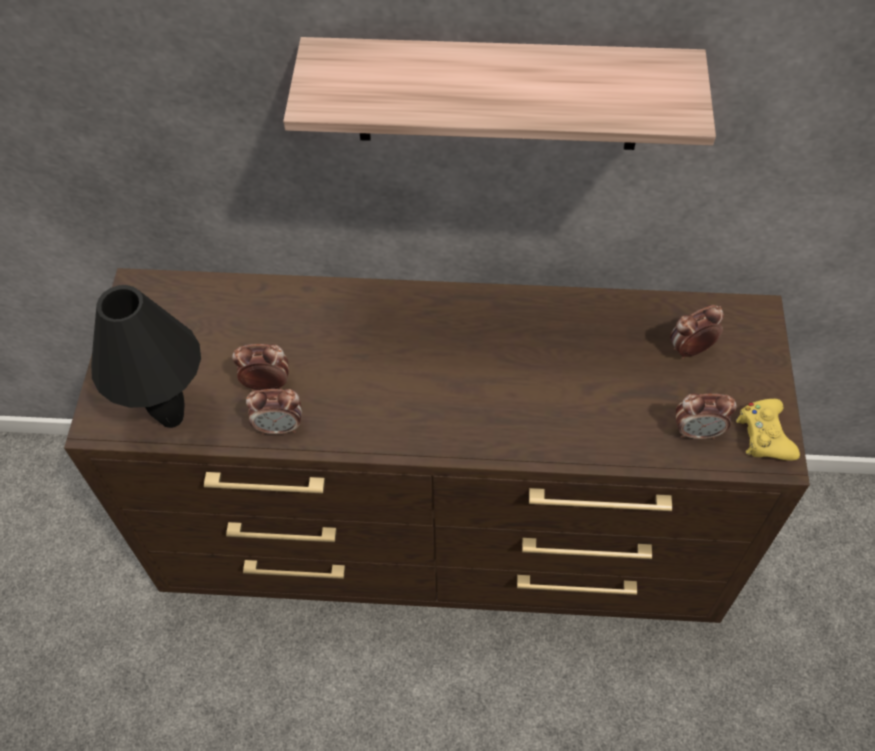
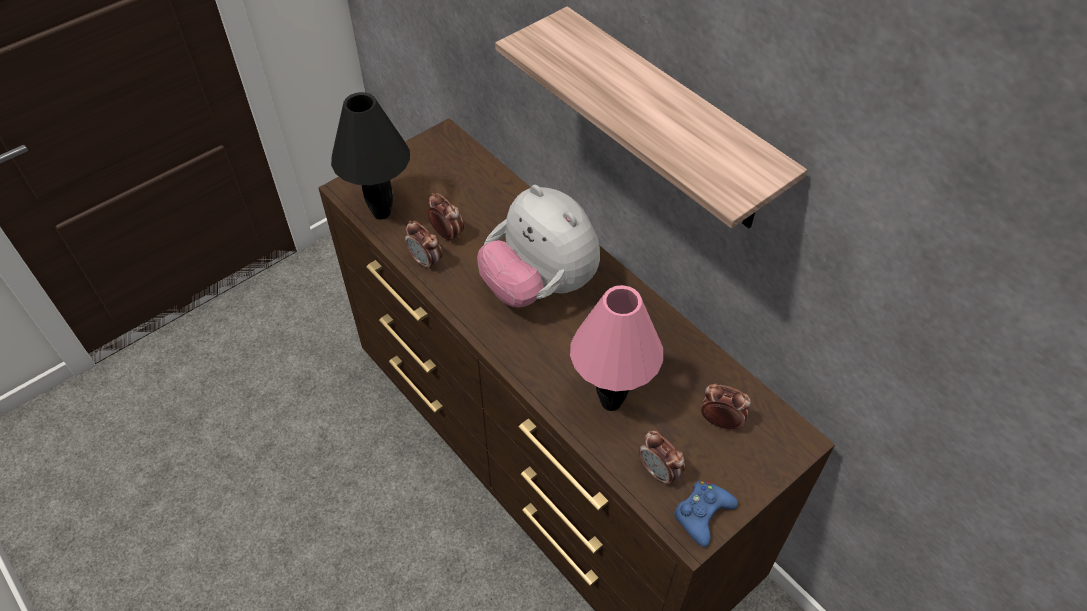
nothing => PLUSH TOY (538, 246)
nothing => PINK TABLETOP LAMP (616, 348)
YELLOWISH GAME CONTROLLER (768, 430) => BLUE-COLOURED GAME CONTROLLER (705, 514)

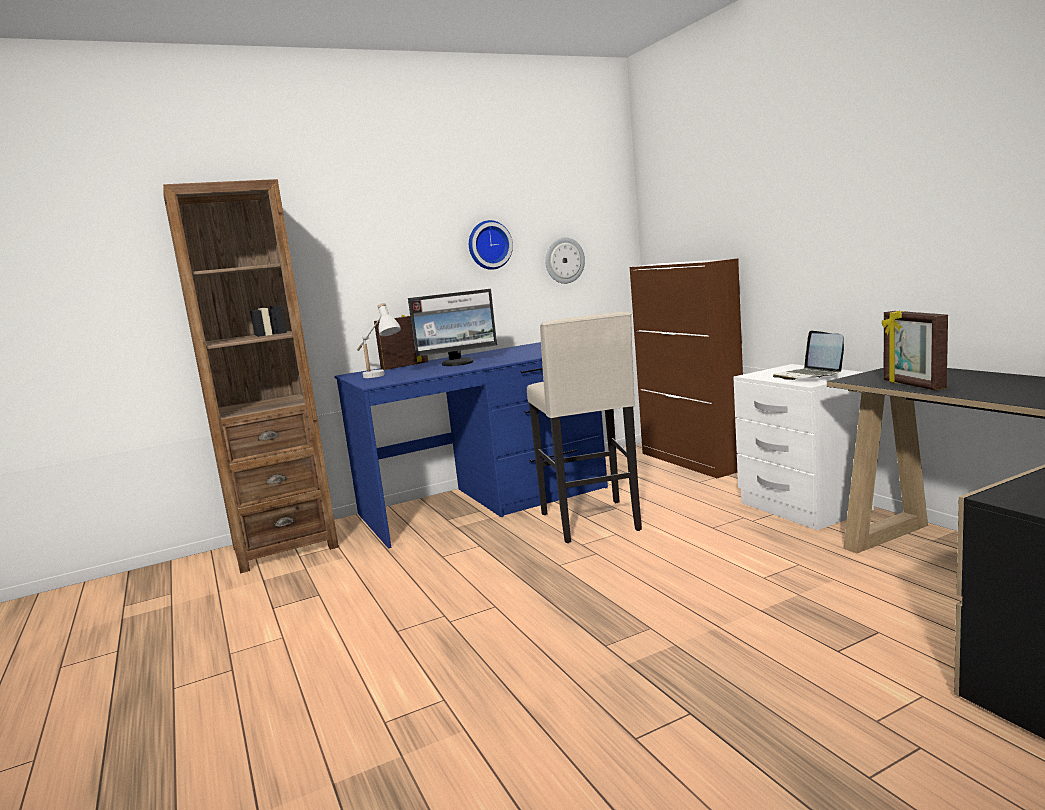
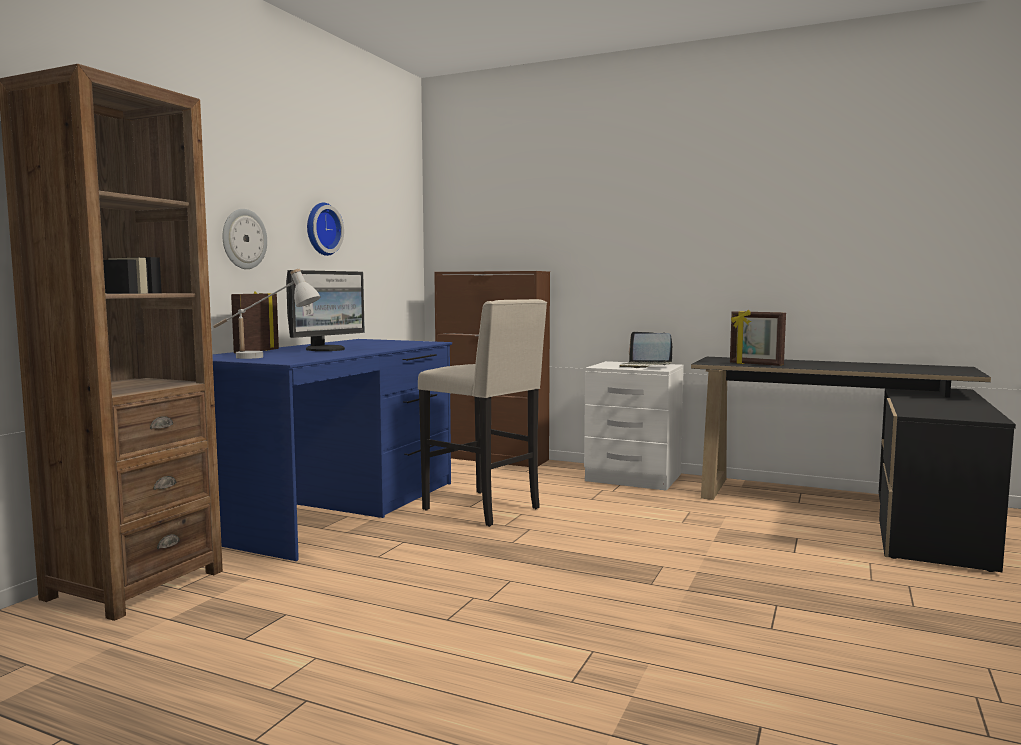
WALL CLOCK (565, 260) => WALL CLOCK (244, 239), moved

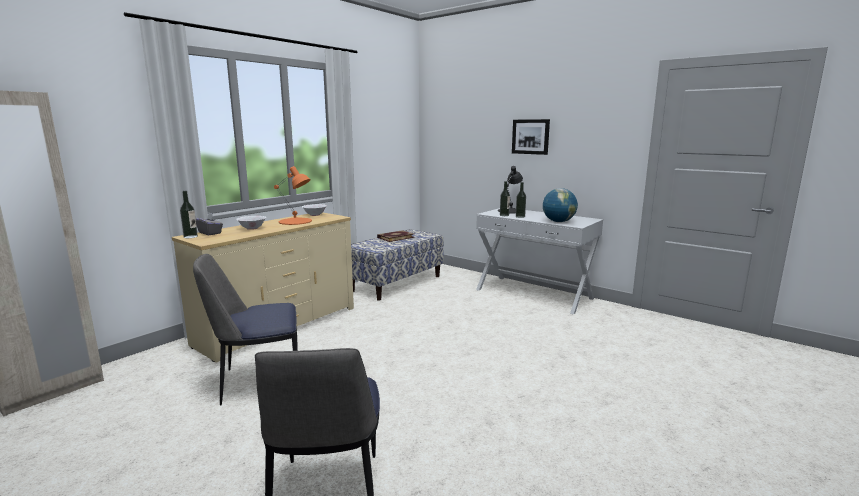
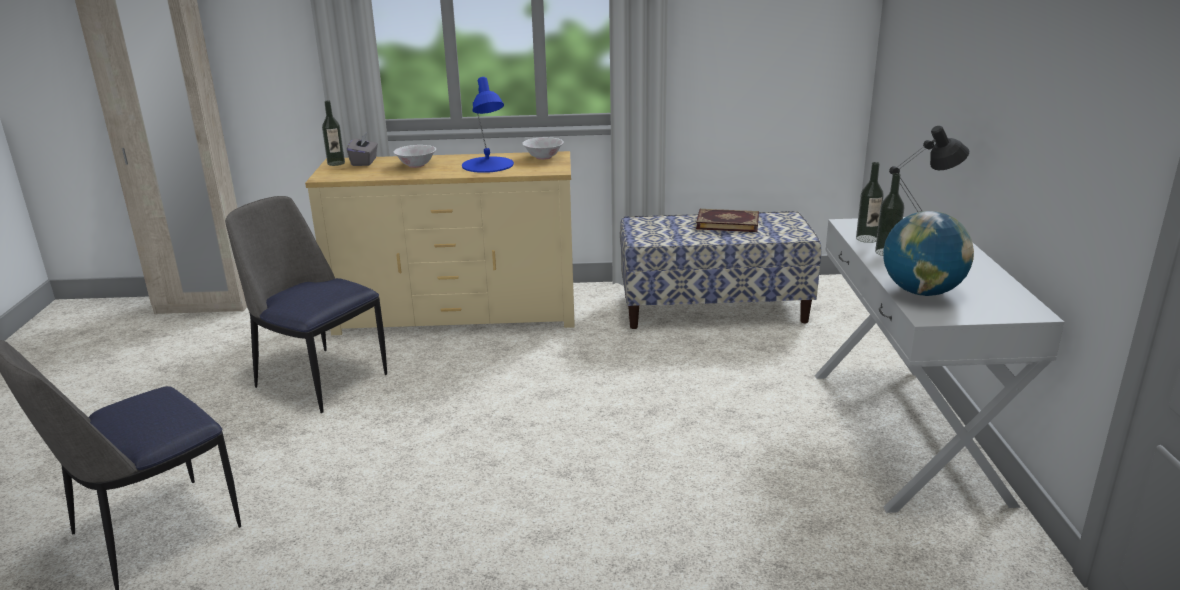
WALL PICTURE (531, 137) => nothing
ORANGEY TABLETOP LAMP (293, 195) => BLUE-COLOURED TABLETOP LAMP (488, 125)

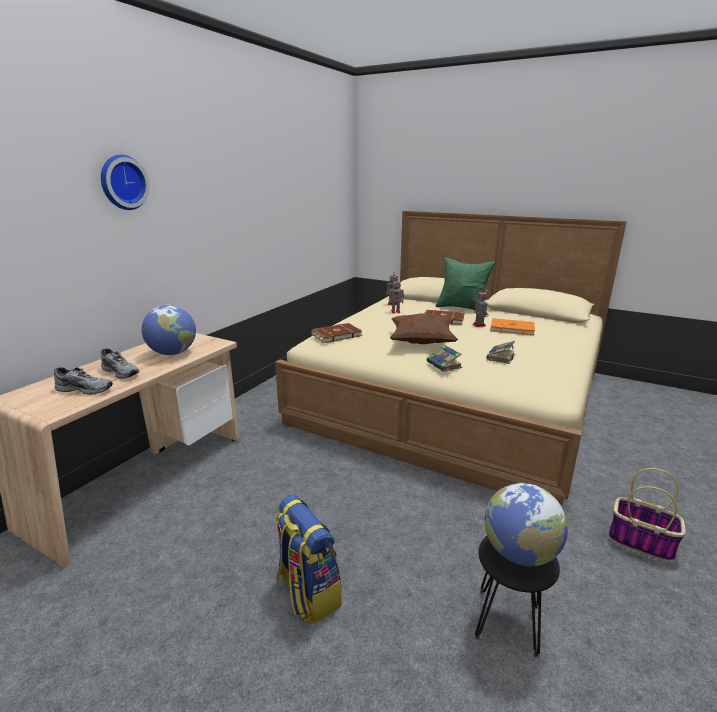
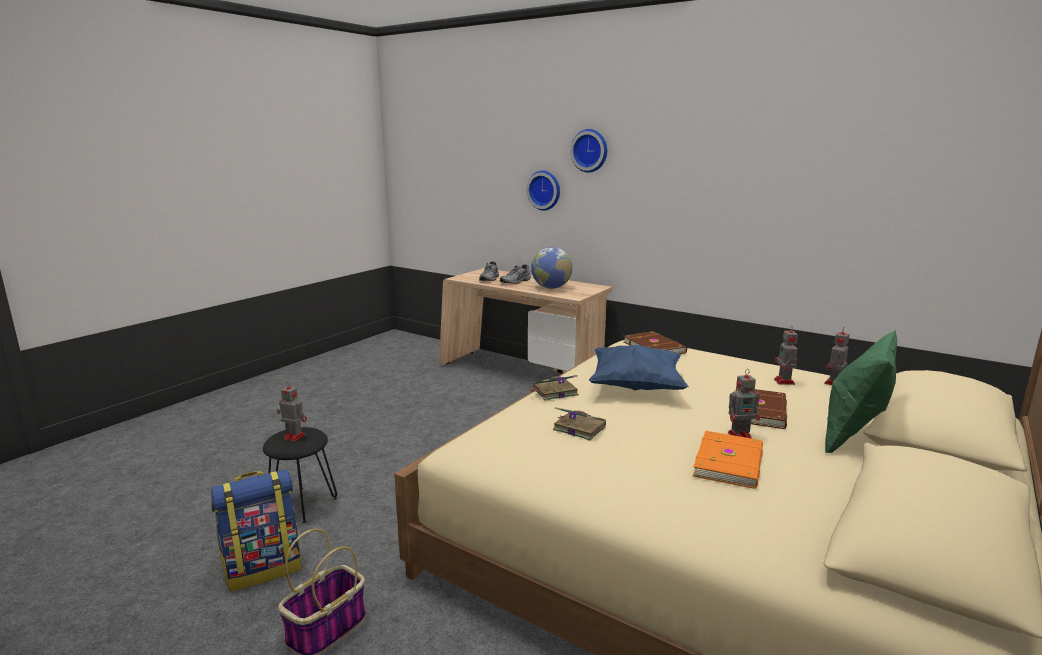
nothing => WALL CLOCK (543, 190)
RUCKSACK (308, 560) => RUCKSACK (256, 530), moved
WORLD GLOBE (526, 524) => ROBOT FIGURE (292, 411)
BROWNISH THROW PILLOW (424, 328) => BLUE-COLOURED THROW PILLOW (639, 368)

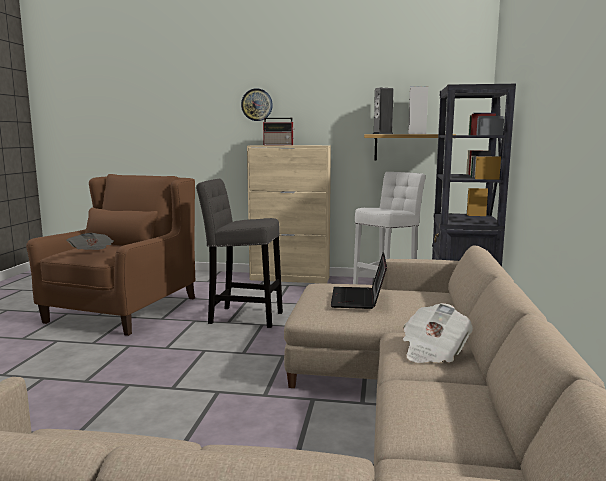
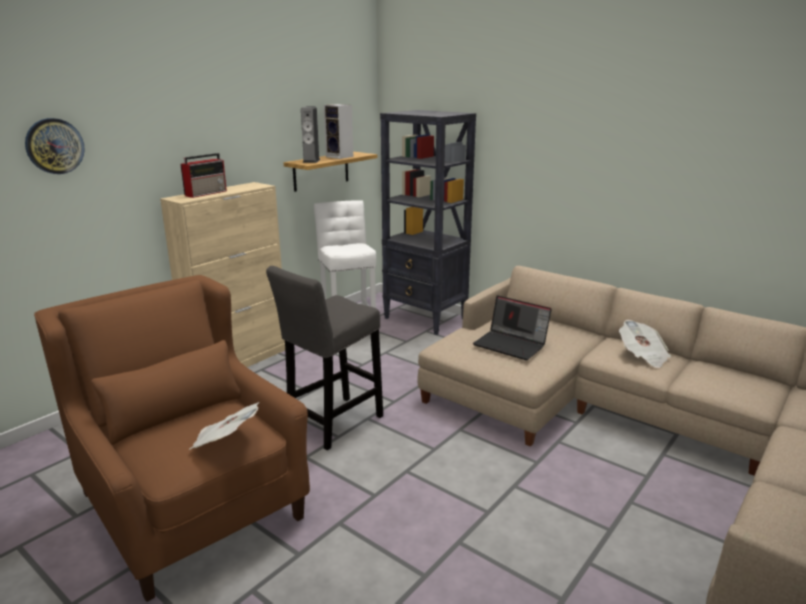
WALL CLOCK (257, 104) => WALL CLOCK (55, 146), moved

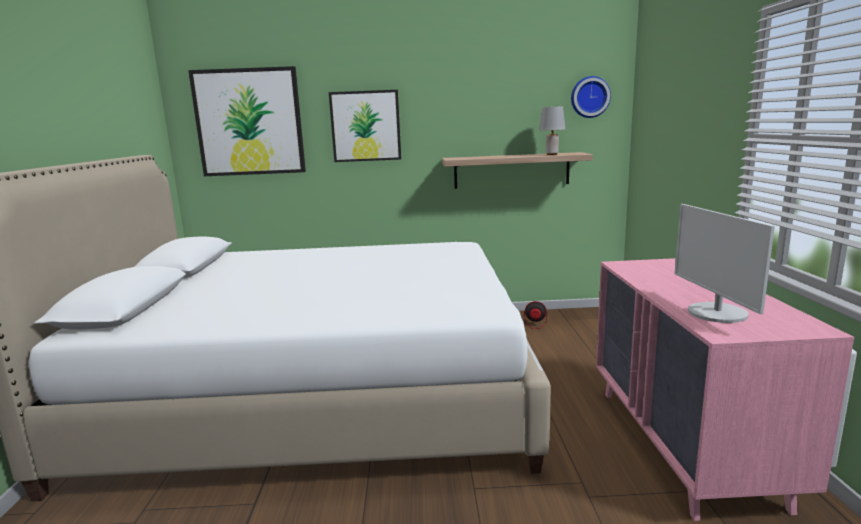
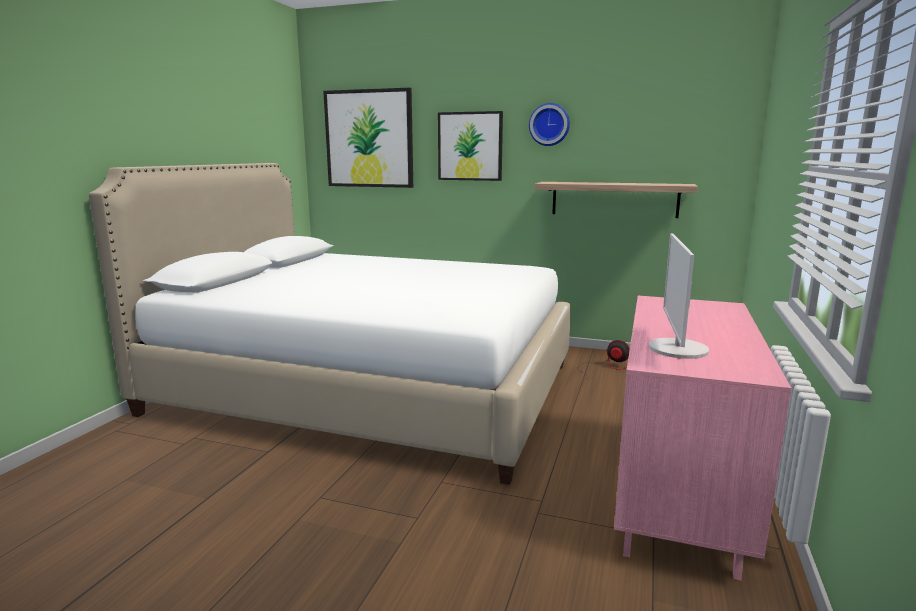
GRAY TABLETOP LAMP (552, 130) => nothing
WALL CLOCK (591, 97) => WALL CLOCK (549, 124), moved

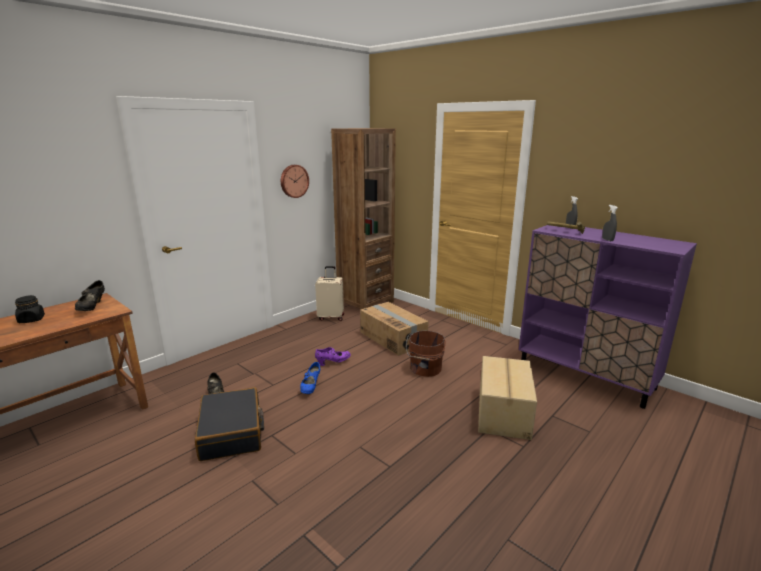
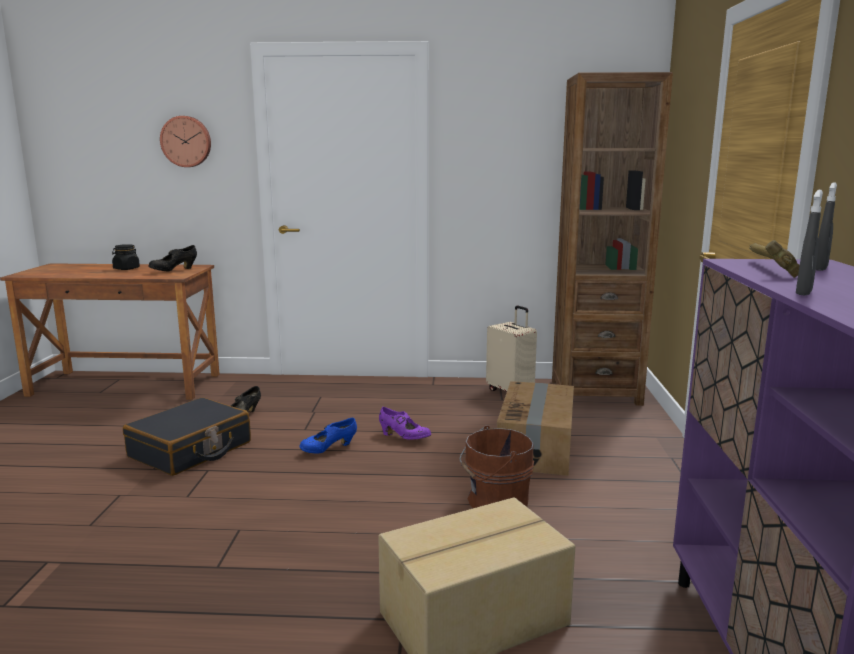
WALL CLOCK (295, 181) => WALL CLOCK (185, 141), moved

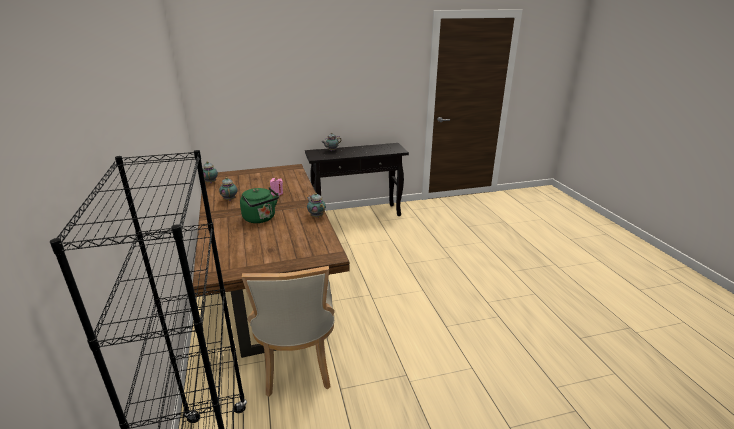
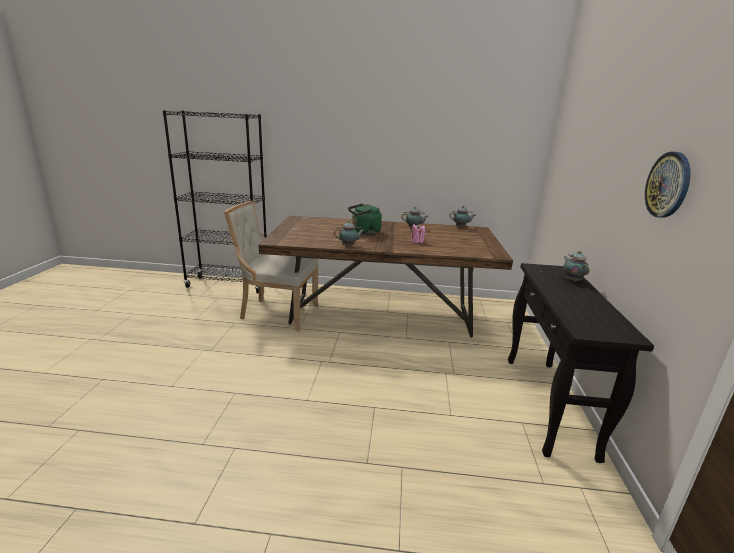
nothing => WALL CLOCK (668, 185)

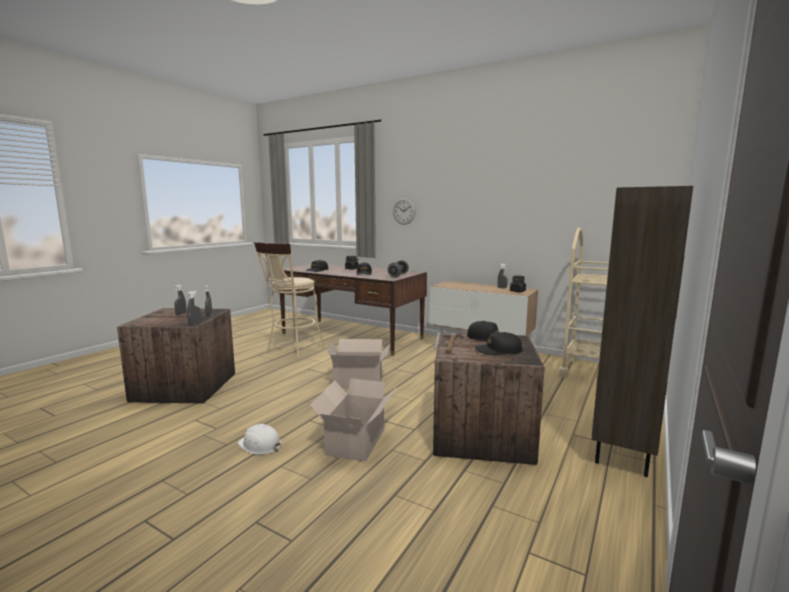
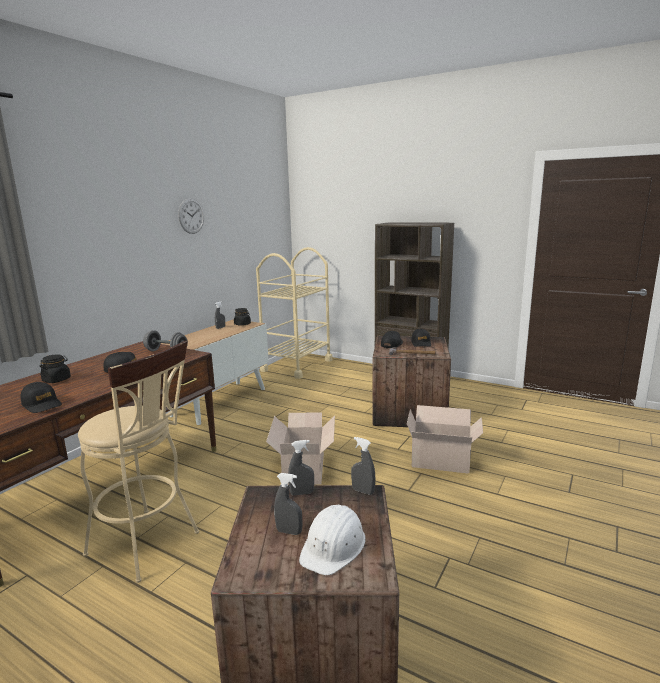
WHITE SAFETY HELMET (259, 439) => WHITE SAFETY HELMET (332, 540), moved
WALL CLOCK (404, 211) => WALL CLOCK (191, 216), moved

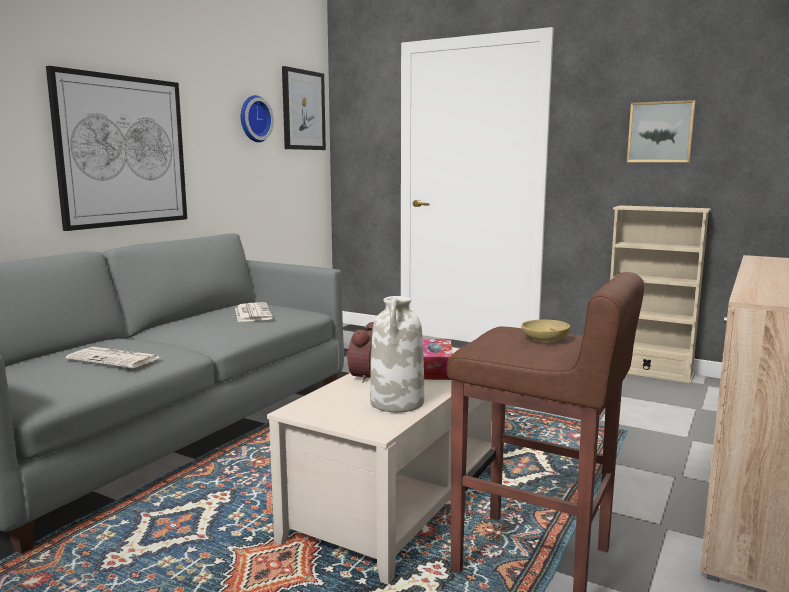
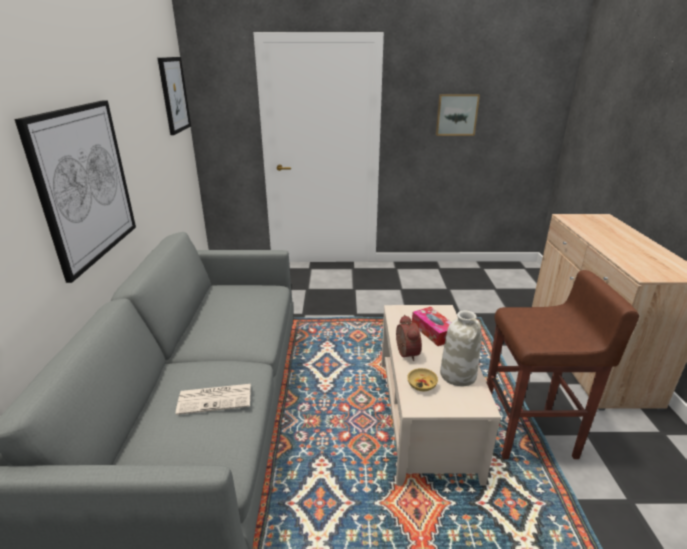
PRINTED PAPER (254, 312) => nothing
WALL CLOCK (257, 118) => nothing
SAND-COLOURED BOOKSHELF (660, 294) => nothing
SAND-COLOURED SERVING BOWL (545, 330) => SAND-COLOURED SERVING BOWL (422, 379), moved

